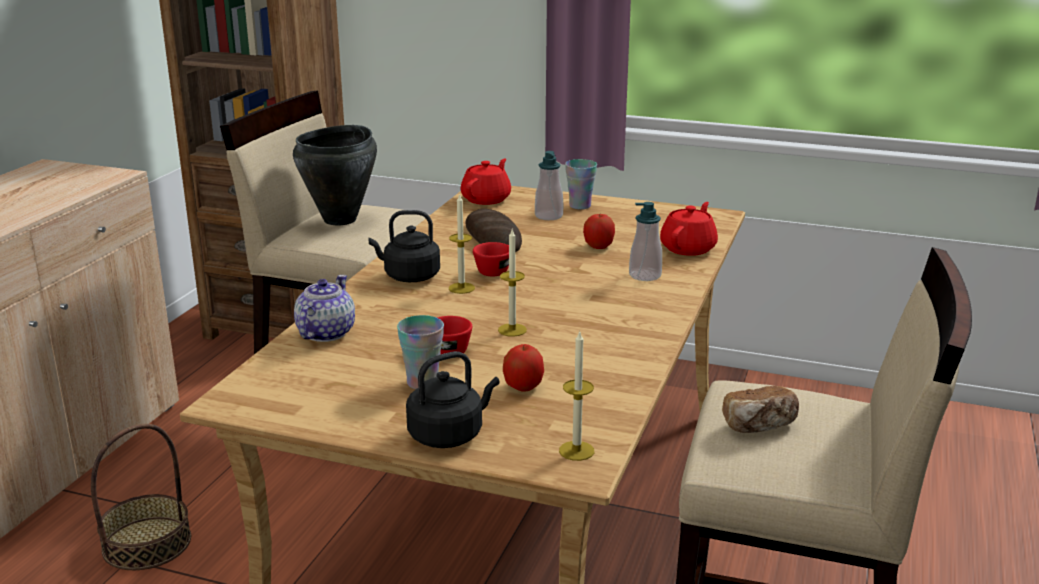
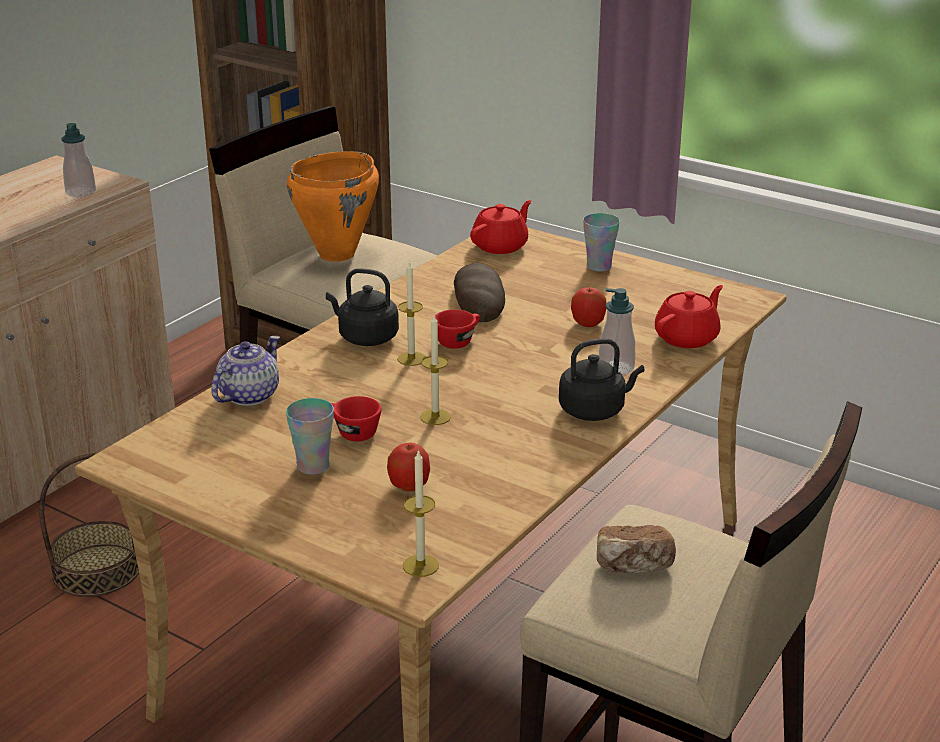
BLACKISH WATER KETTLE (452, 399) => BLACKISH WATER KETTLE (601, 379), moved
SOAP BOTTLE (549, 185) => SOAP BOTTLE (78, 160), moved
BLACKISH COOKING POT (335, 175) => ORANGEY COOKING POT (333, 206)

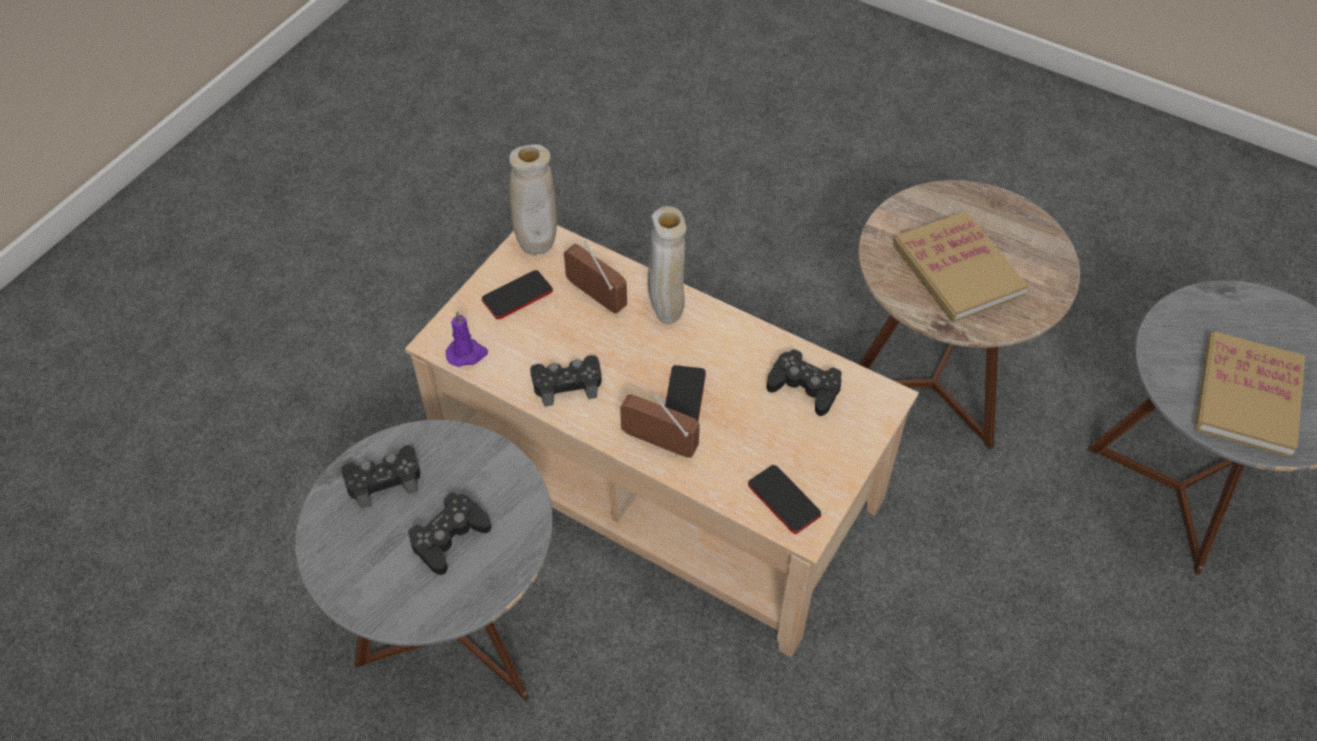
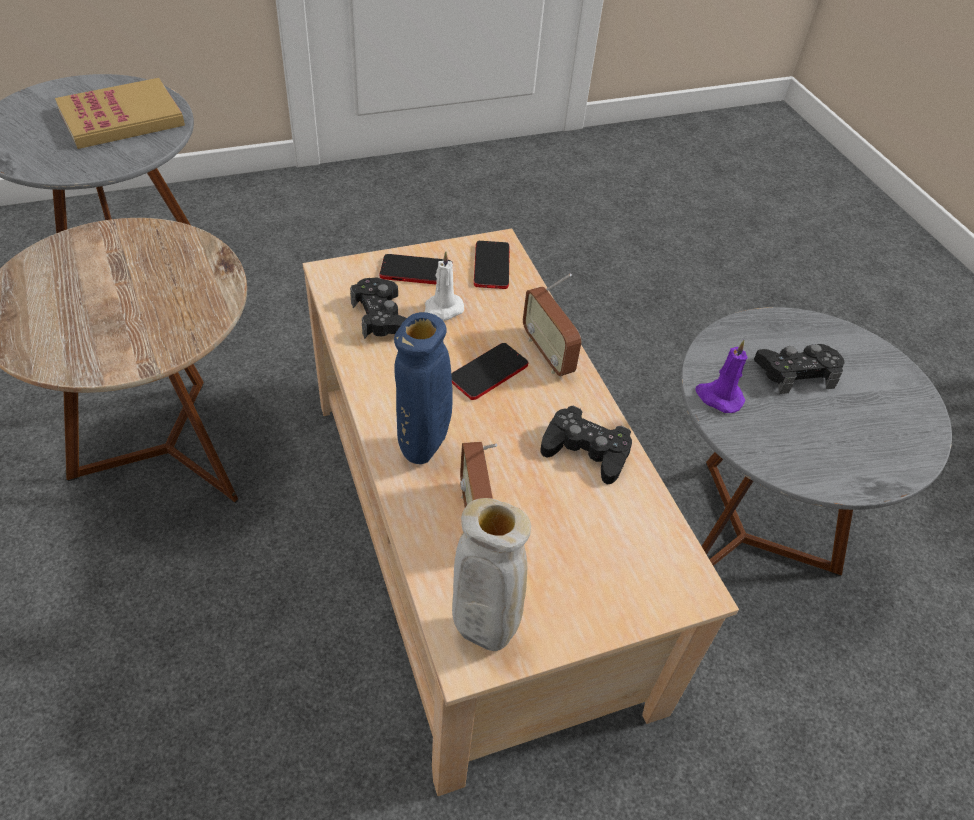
BLACKISH GAME CONTROLLER (380, 477) => nothing
BOOK (960, 267) => nothing
nothing => WHITE WAX CANDLE (444, 286)
PURPLE WAX CANDLE (467, 339) => PURPLE WAX CANDLE (722, 376), moved
TELEPHONE (517, 294) => TELEPHONE (416, 269), moved
SAND-COLOURED DECORATIVE VASE (667, 265) => BLUE-COLOURED DECORATIVE VASE (423, 388)

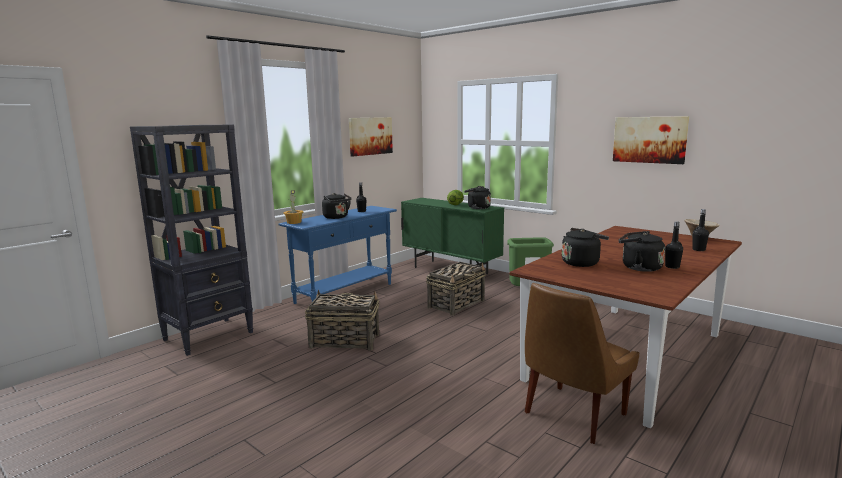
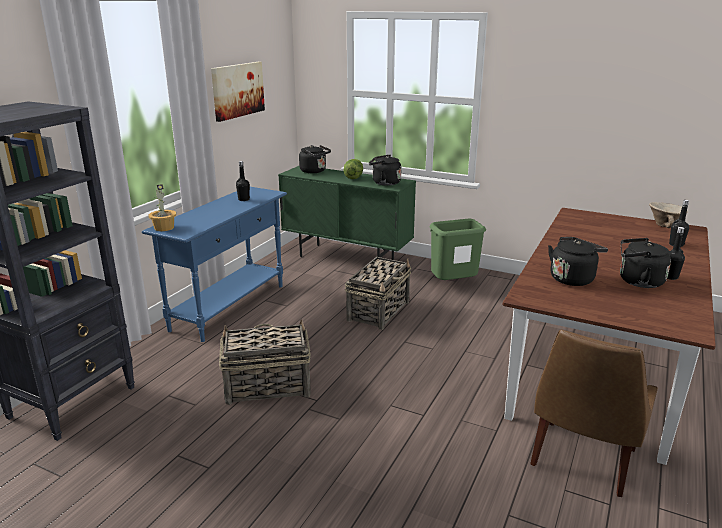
WALL PICTURE (651, 140) => nothing
BLACKISH WATER KETTLE (336, 206) => BLACKISH WATER KETTLE (315, 159), moved

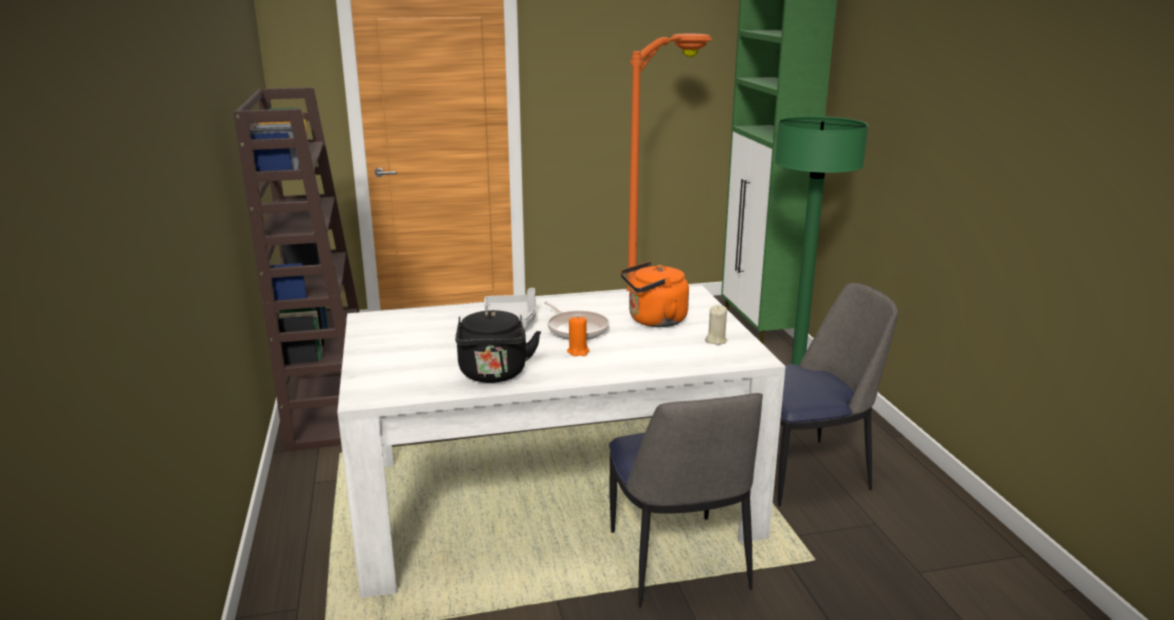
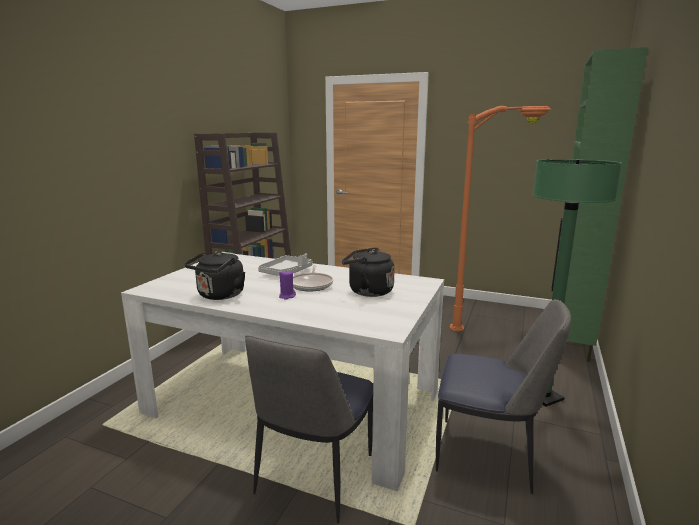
SAND-COLOURED WAX CANDLE (716, 325) => nothing
ORANGEY WAX CANDLE (578, 336) => PURPLE WAX CANDLE (287, 285)
ORANGEY WATER KETTLE (654, 294) => BLACKISH WATER KETTLE (368, 272)

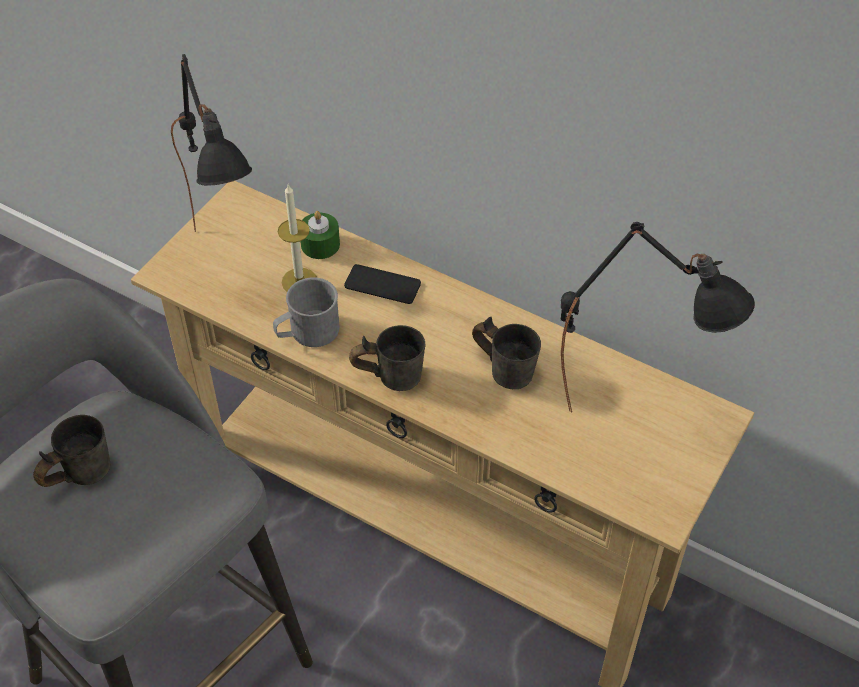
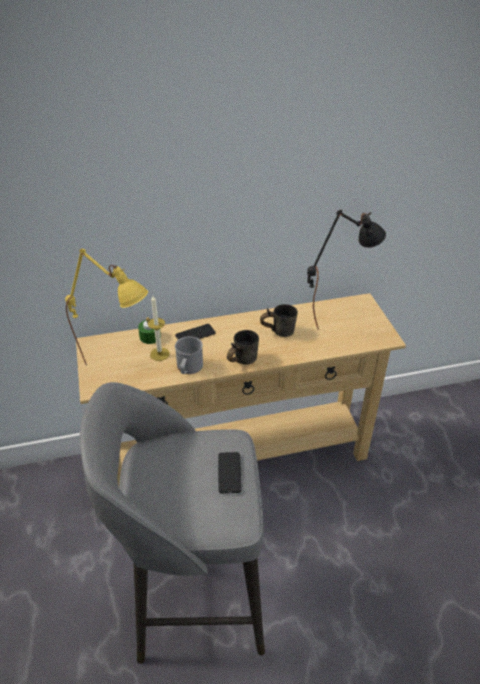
GRAY TEA MUG (71, 451) => nothing
nothing => TELEPHONE (230, 472)
BLACKISH TABLETOP LAMP (211, 143) => YELLOWISH TABLETOP LAMP (106, 306)

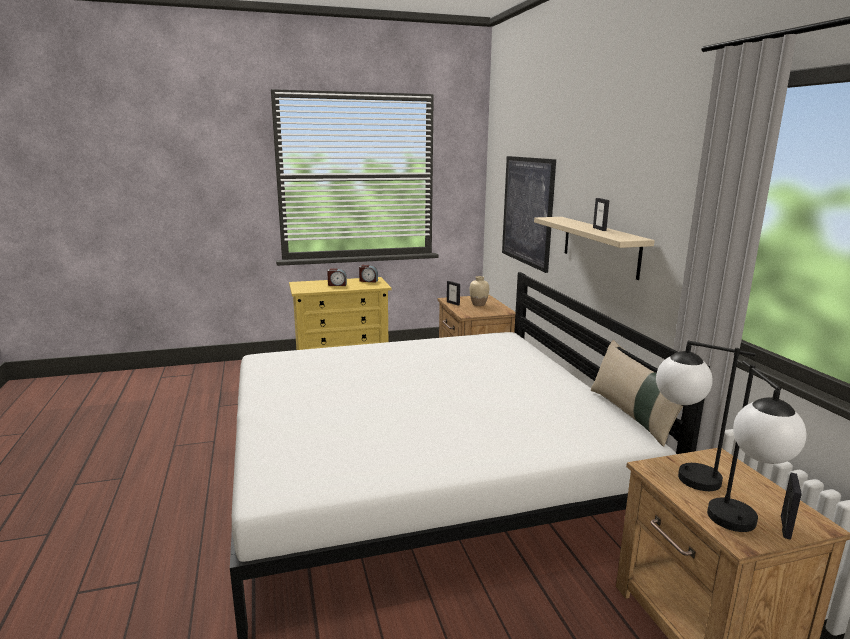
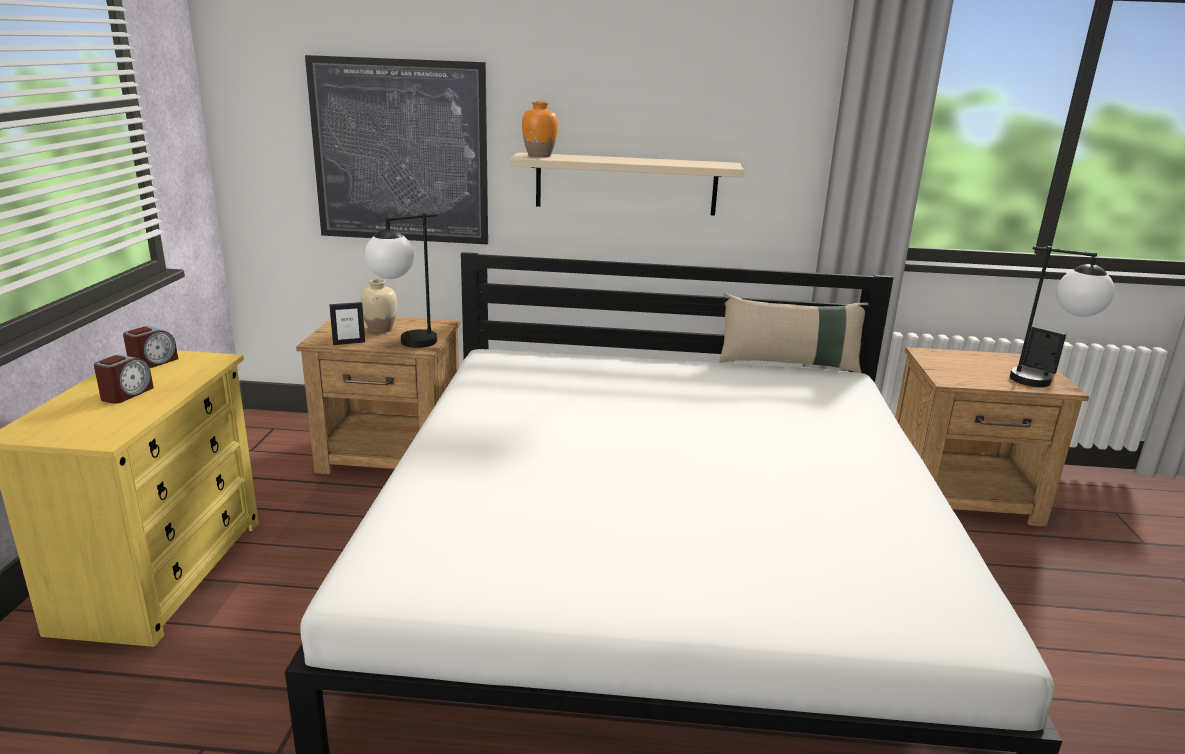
STANDING FRAME (601, 214) => nothing
nothing => ORANGEY DECORATIVE VASE (540, 129)
TABLETOP LAMP (706, 416) => TABLETOP LAMP (401, 280), moved

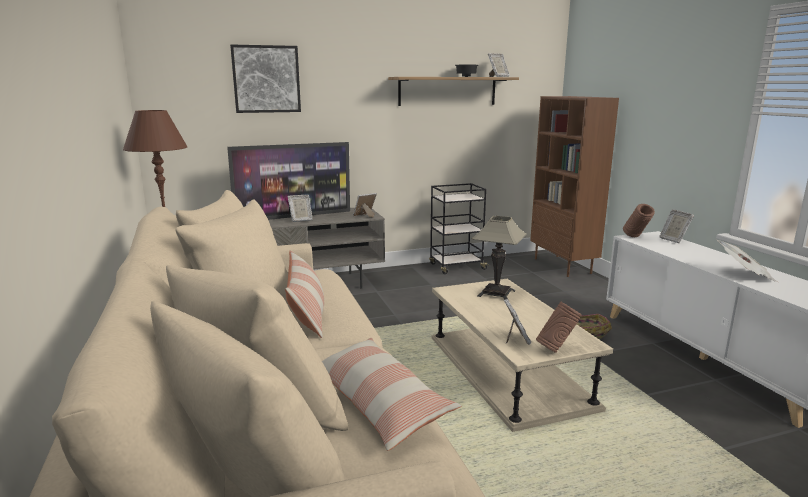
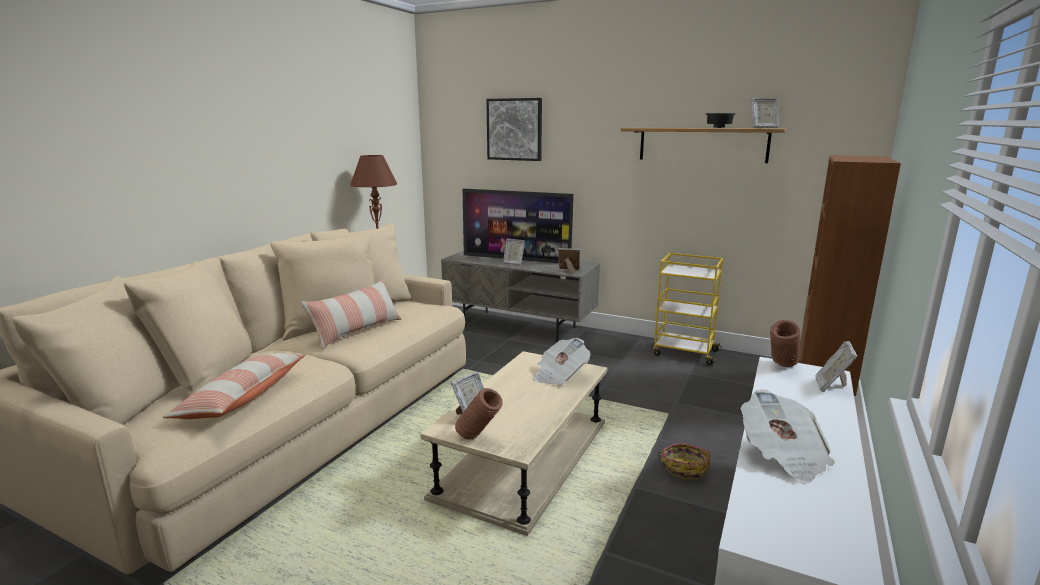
TABLETOP LAMP (499, 258) => PRINTED PAPER (561, 361)
BLACKISH CART (459, 228) => YELLOWISH CART (687, 309)

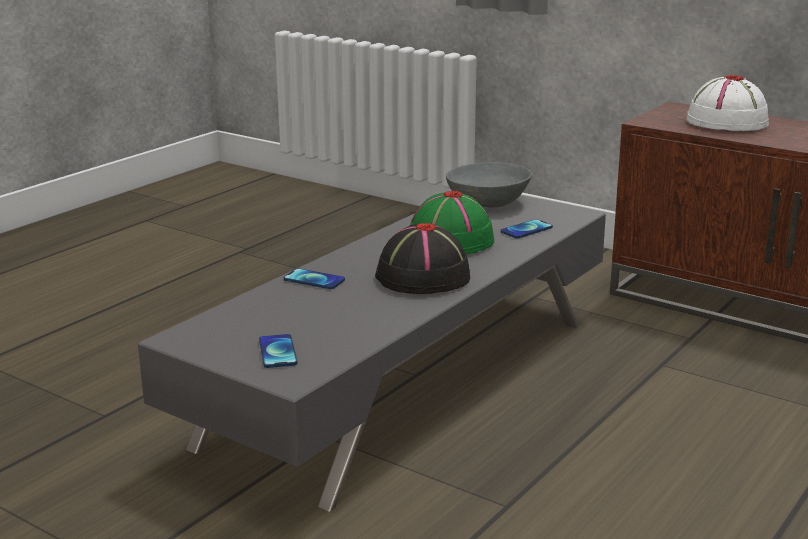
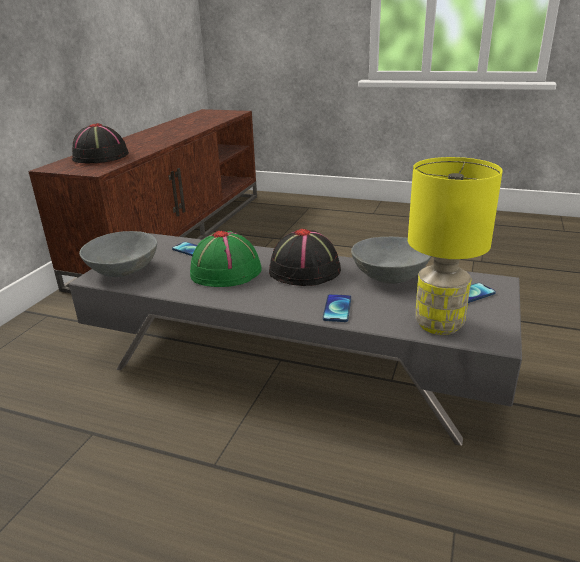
nothing => GRAY SERVING BOWL (391, 260)
nothing => YELLOWISH TABLETOP LAMP (455, 246)
WHITE WEARABLE HAT (727, 103) => BLACKISH WEARABLE HAT (100, 143)

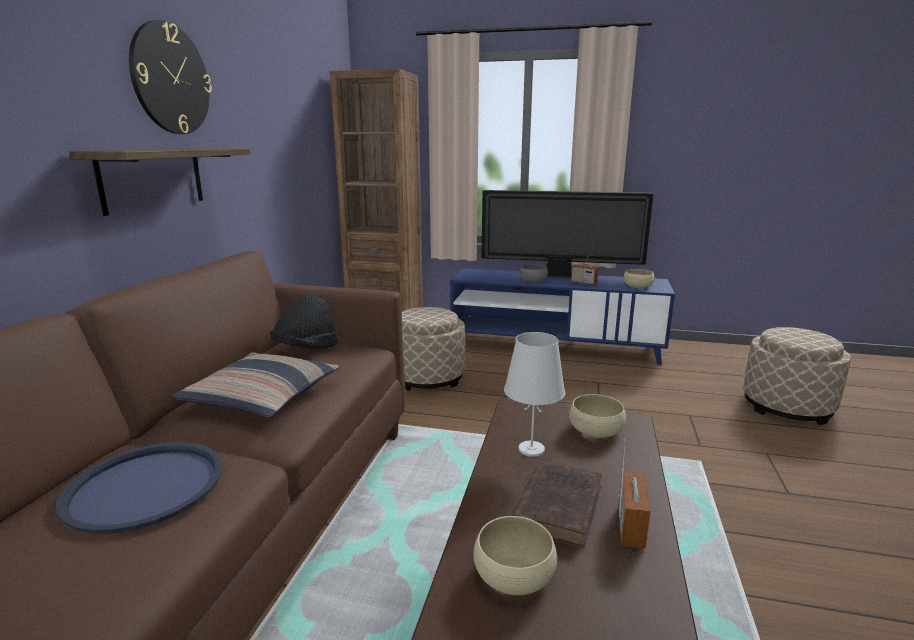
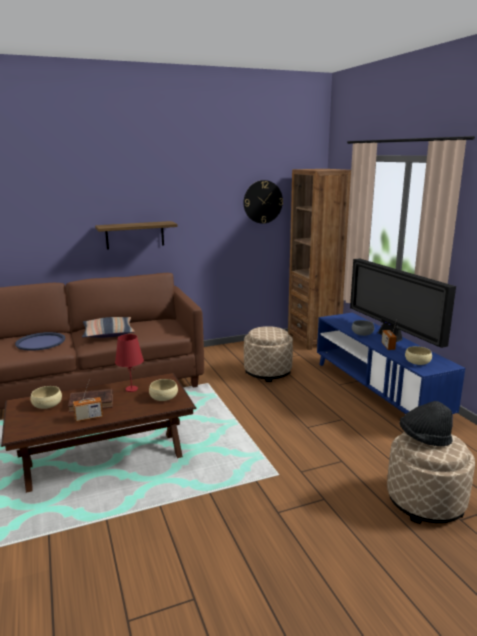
WALL CLOCK (170, 77) => WALL CLOCK (263, 202), moved
BLACKISH WEARABLE HAT (304, 321) => BLACKISH WEARABLE HAT (425, 423), moved
WHITE TABLETOP LAMP (534, 394) => RED TABLETOP LAMP (129, 363)

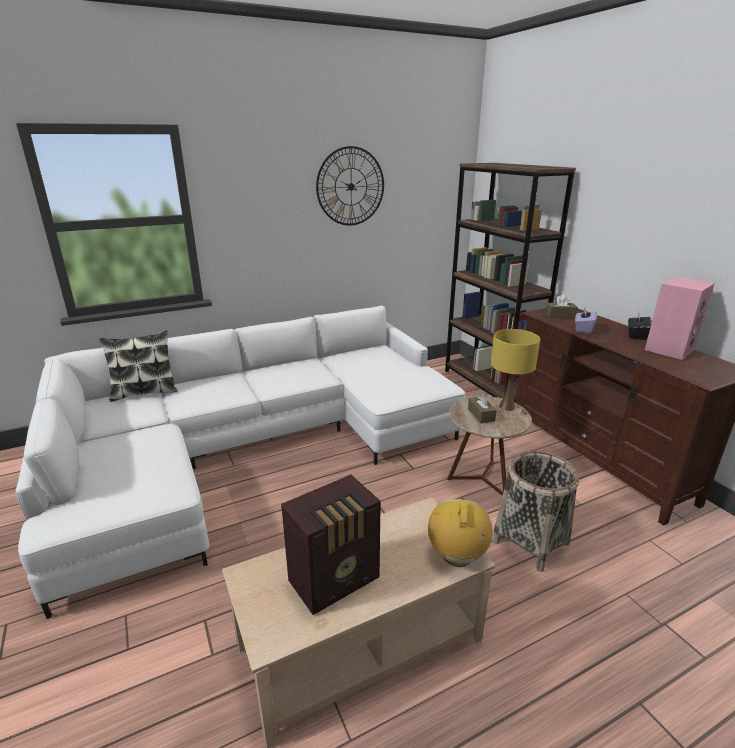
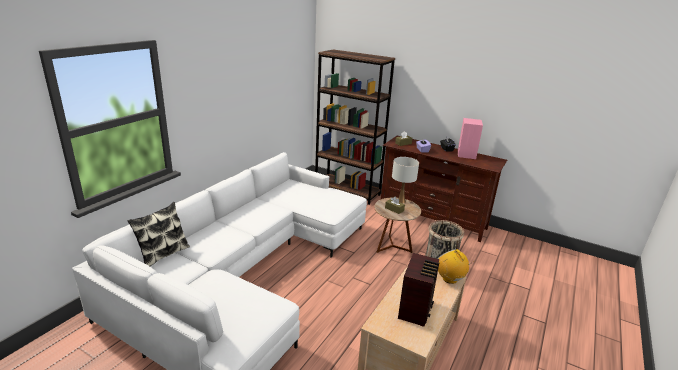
WALL CLOCK (350, 186) => nothing
YELLOWISH TABLETOP LAMP (515, 370) => WHITE TABLETOP LAMP (405, 180)

